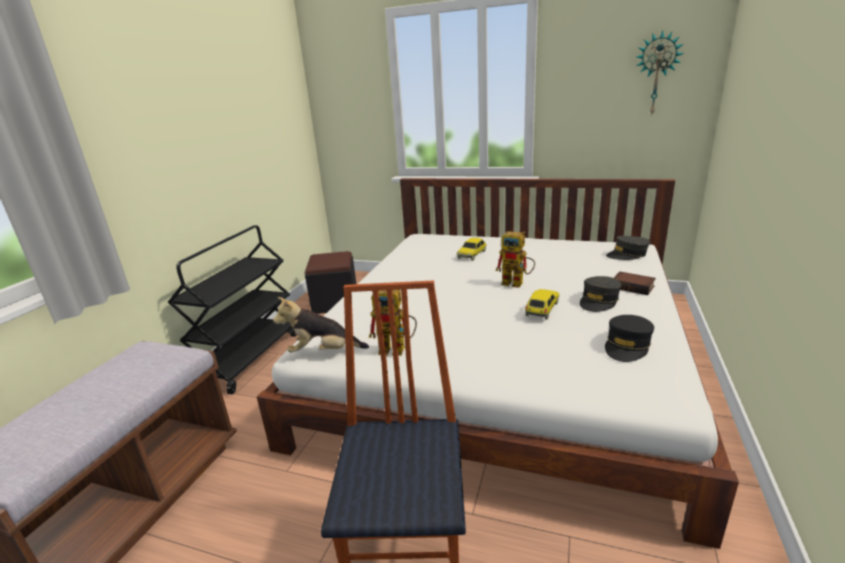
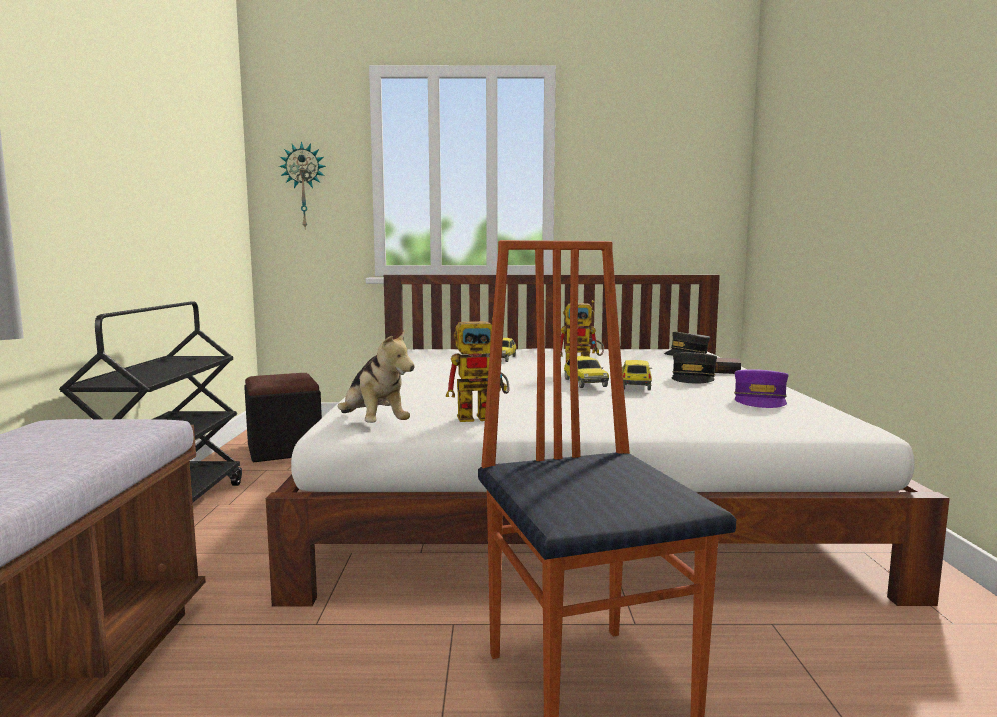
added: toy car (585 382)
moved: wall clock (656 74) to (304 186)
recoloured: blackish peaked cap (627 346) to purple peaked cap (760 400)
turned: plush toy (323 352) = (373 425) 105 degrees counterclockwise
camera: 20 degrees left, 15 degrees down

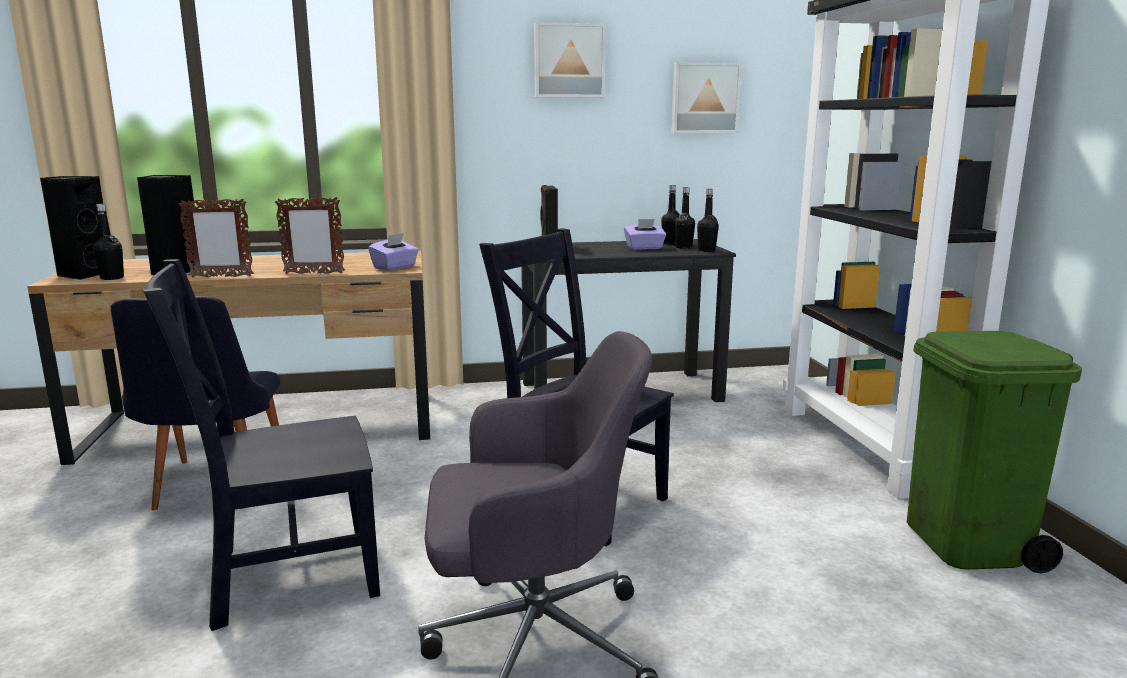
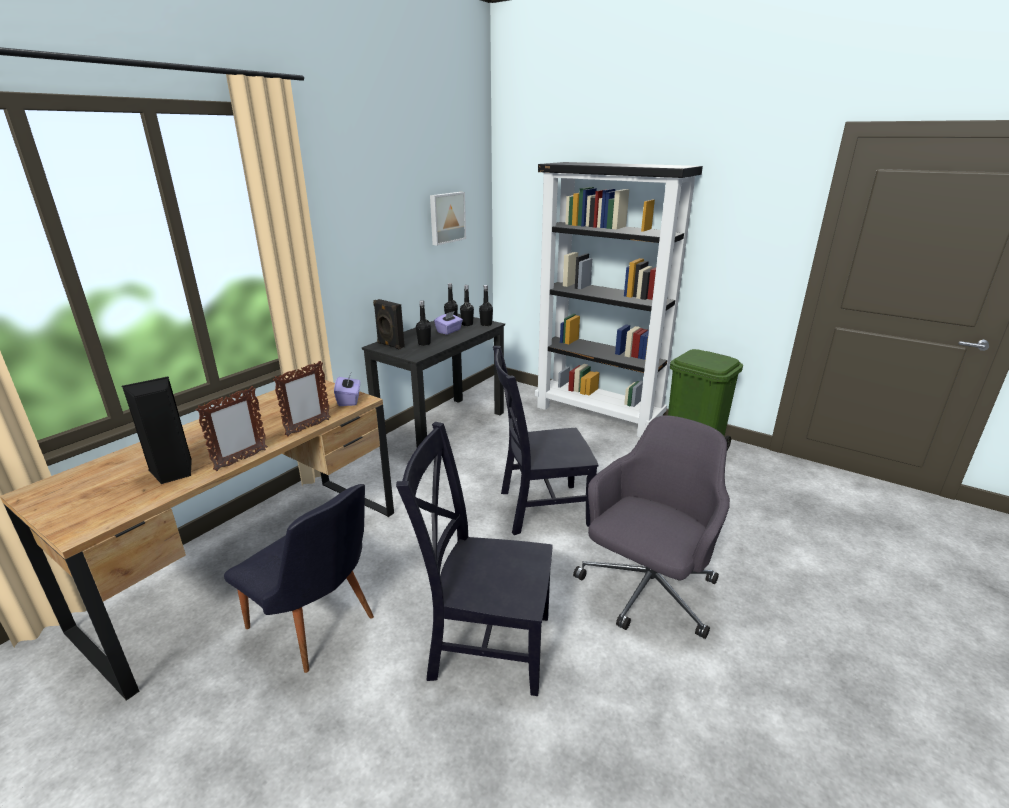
removed: blackish speaker (84 274); wall art (568 61)
moved: blackish bottle (112 278) to (424 343)
turned: blackish plain chair (285 575) = (485 644) 75 degrees clockwise
camera: 45 degrees left, 10 degrees up

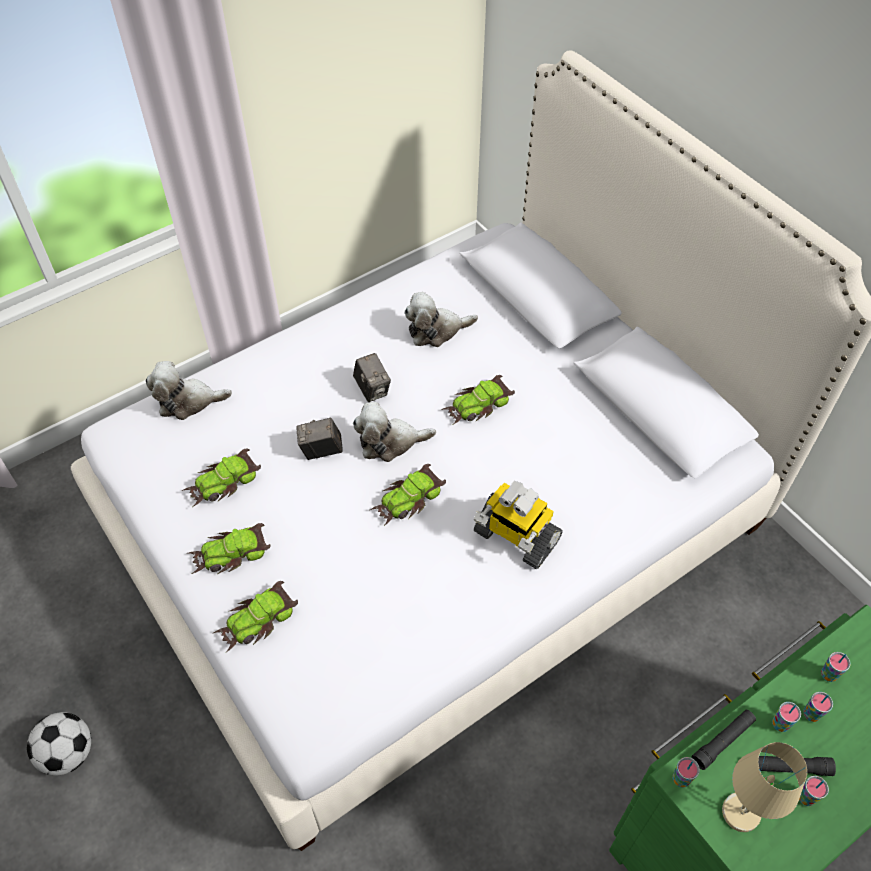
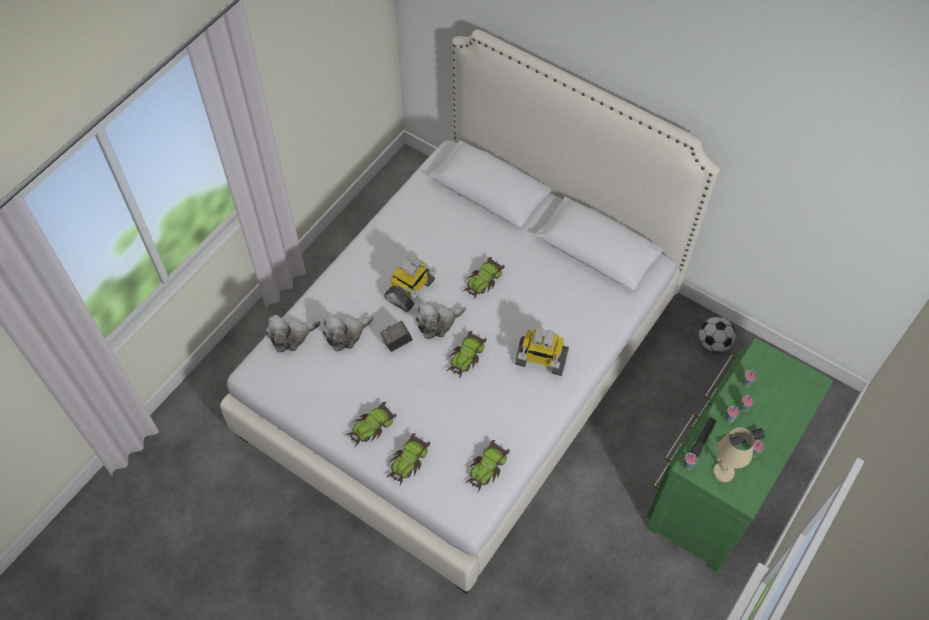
moved: football (68 753) to (713 343); toy car (224 483) to (487 468); plush toy (436 330) to (346 335)
replaced: still camera (372 389) to model robot (410 291)
camera: 20 degrees left, 5 degrees up

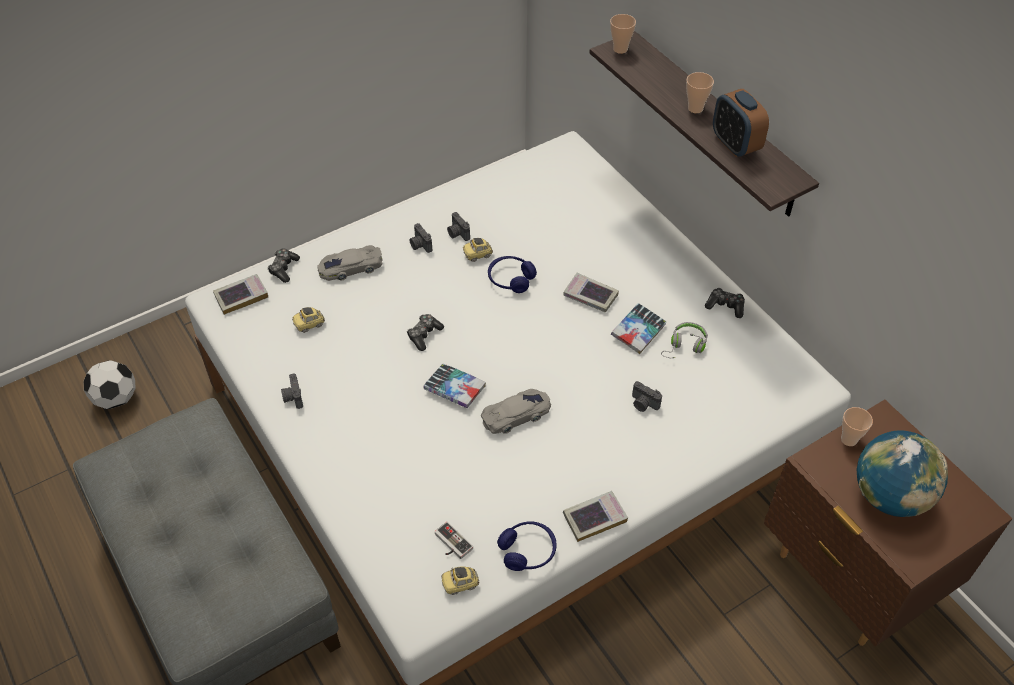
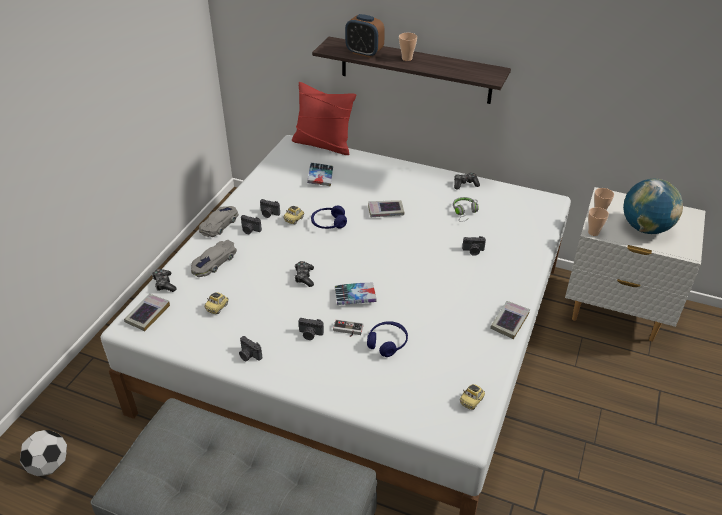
added: reddish throw pillow (323 144); still camera (310 334)
moved: game controller (450 544) to (347 331); grey toy car (516 415) to (220 224); blue-coloured headset (527 551) to (387 343); small cup (620 49) to (593 232); volume (638 332) to (320 177); alarm clock (735 145) to (364 53)
recoloured: brown-coloured bedside table (849 578) to whitish bedside table (615 312)
camera: 35 degrees left, 10 degrees down

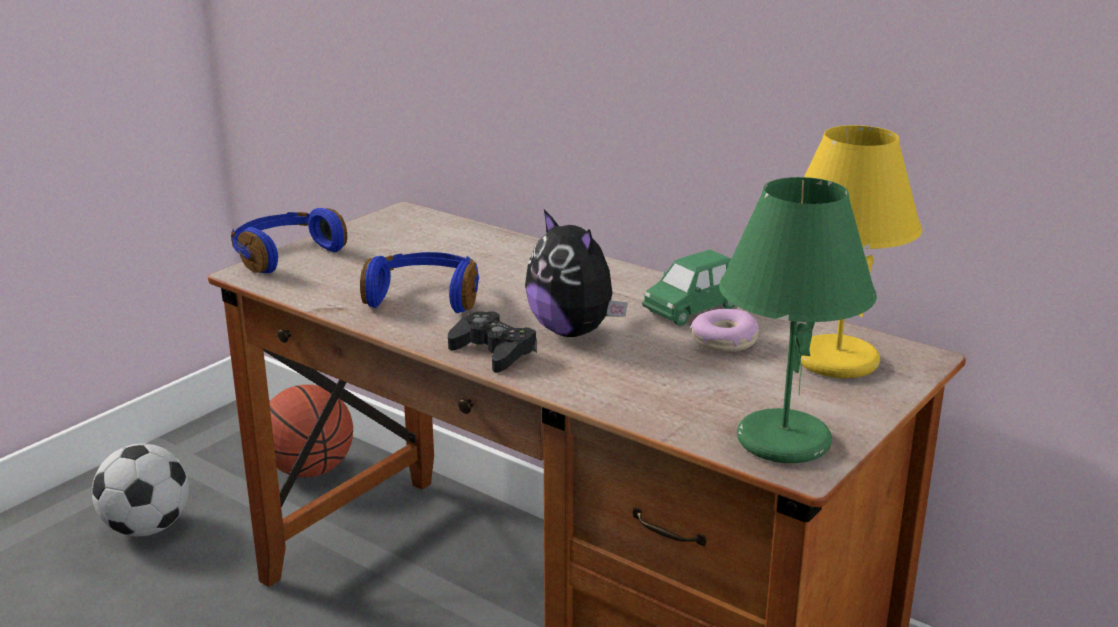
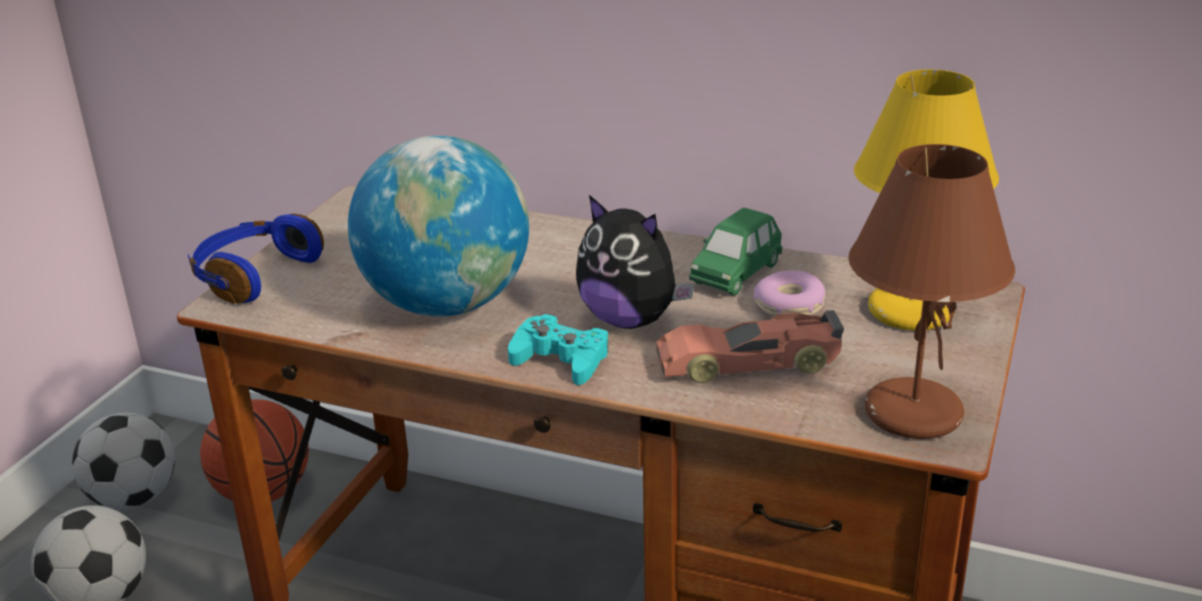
added: football (134 498); toy car (748 363)
replaced: blue-coloured headset (425 297) to world globe (447 304)
recoloured: blackish game controller (493 351) to turquoise game controller (561 359); green table lamp (781 440) to brown-coloured table lamp (911 413)
camera: 15 degrees left, 5 degrees up

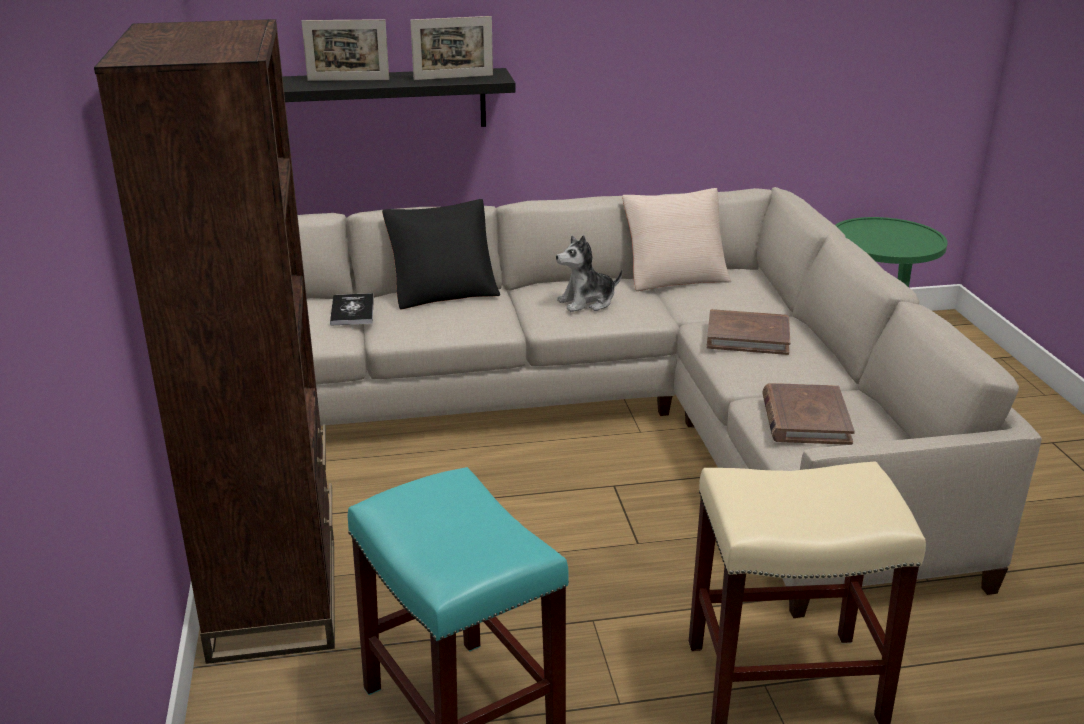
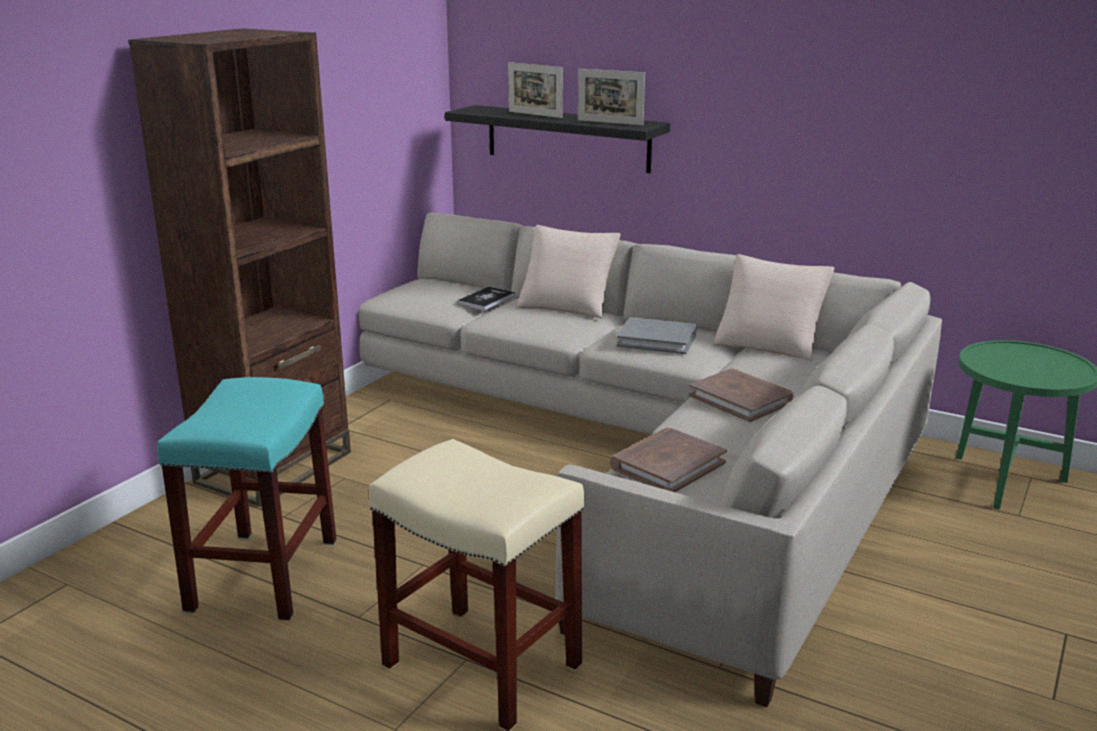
replaced: plush toy (587 302) to grey volume (657 340)
recoloured: blackish throw pillow (443 291) to beige-coloured throw pillow (568 305)
camera: 40 degrees right, 5 degrees down

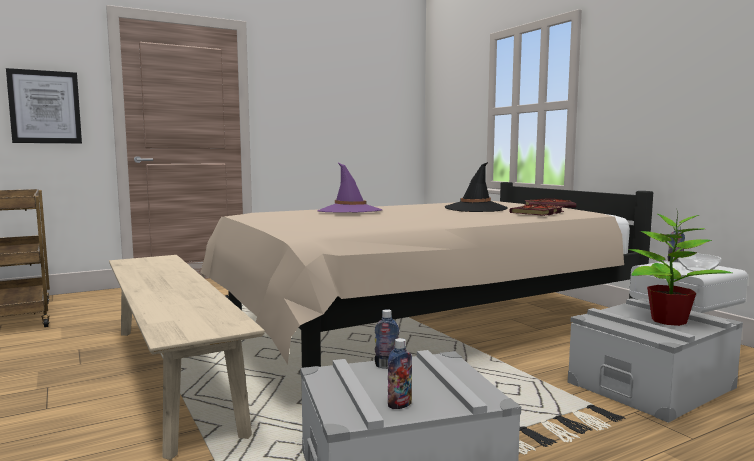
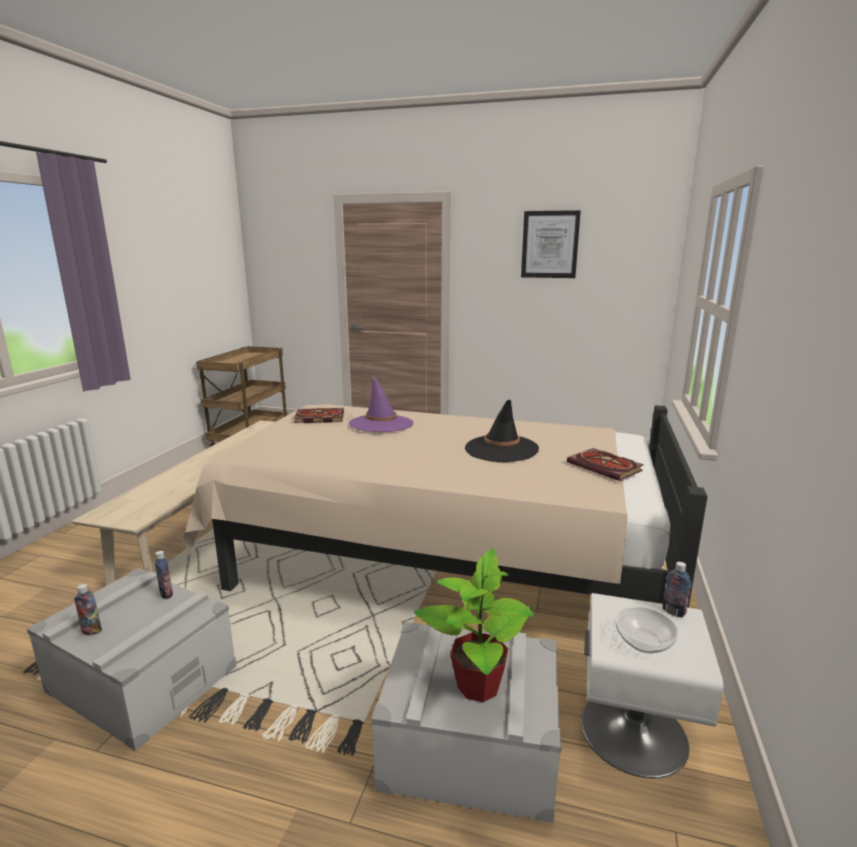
moved: wall art (45 107) to (550 244); volume (537 213) to (318 418)
camera: 45 degrees right, 10 degrees up

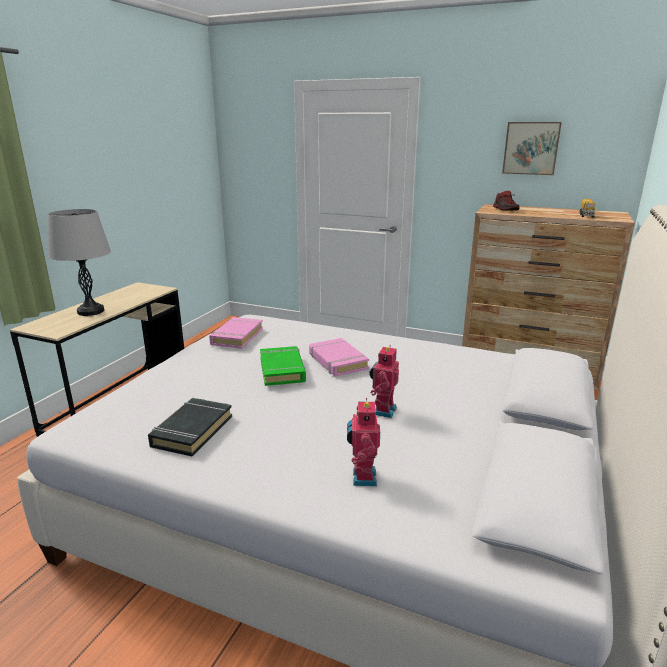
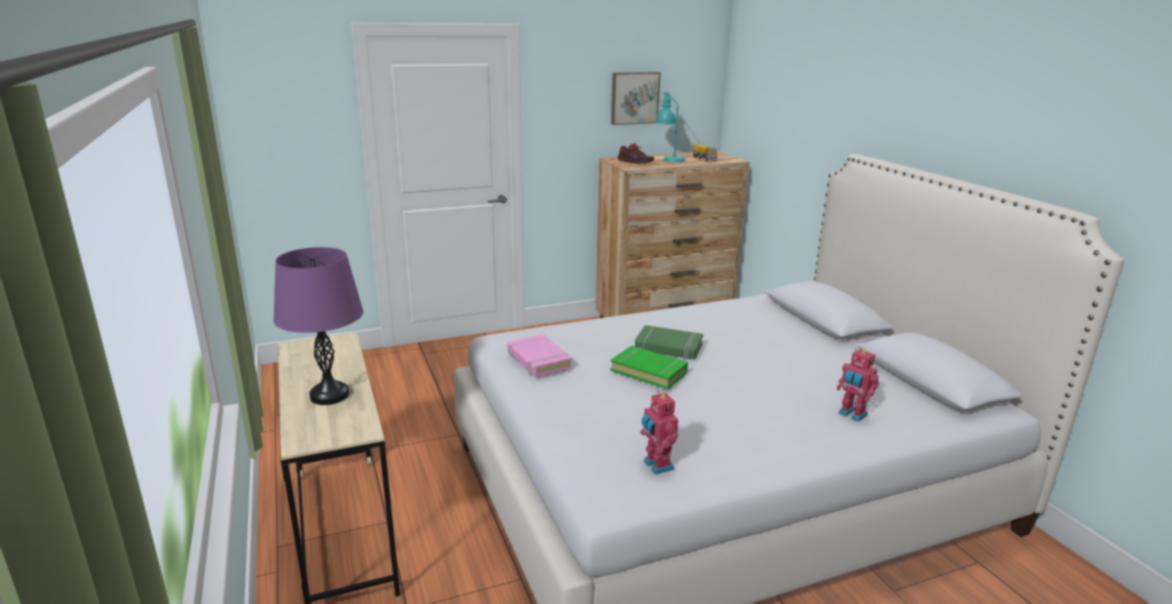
removed: blackish volume (192 431)
added: turquoise table lamp (668 158)
moved: model robot (383 410) to (656 466)
recoloured: grey table lamp (91 311) to purple table lamp (329 395); pink-coloured volume (337 361) to green volume (668 347)
camera: 45 degrees left, 0 degrees up

